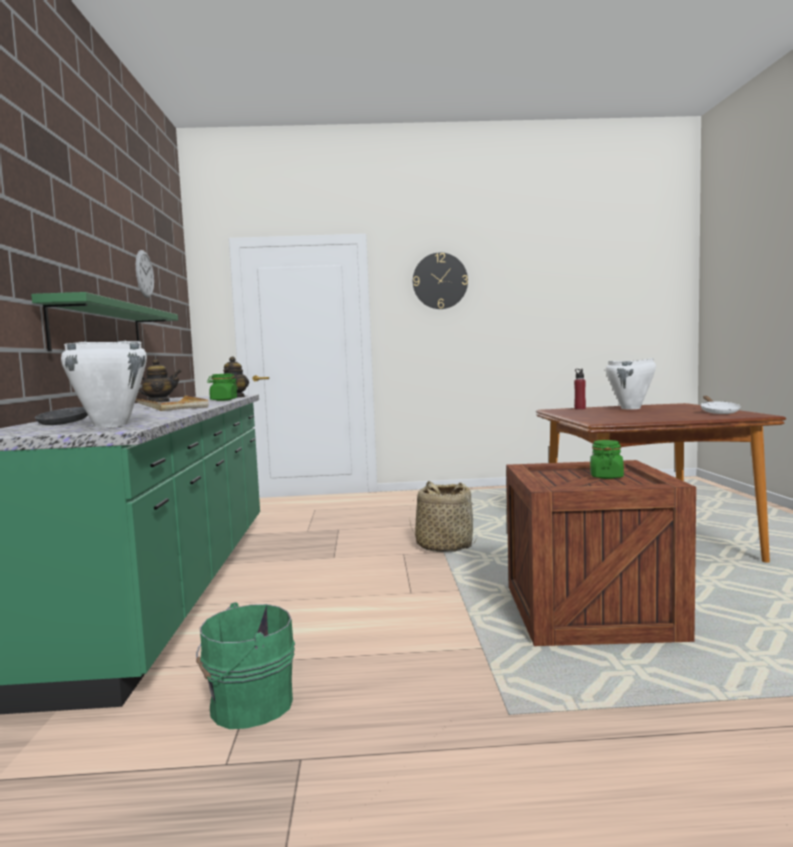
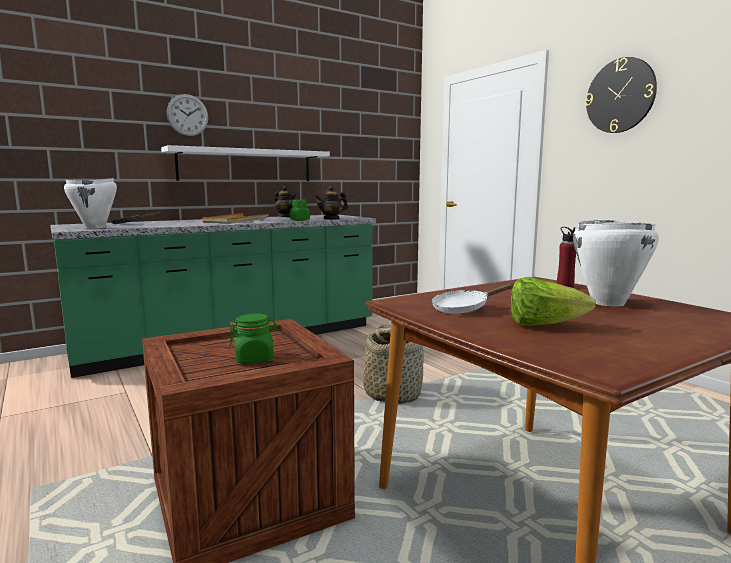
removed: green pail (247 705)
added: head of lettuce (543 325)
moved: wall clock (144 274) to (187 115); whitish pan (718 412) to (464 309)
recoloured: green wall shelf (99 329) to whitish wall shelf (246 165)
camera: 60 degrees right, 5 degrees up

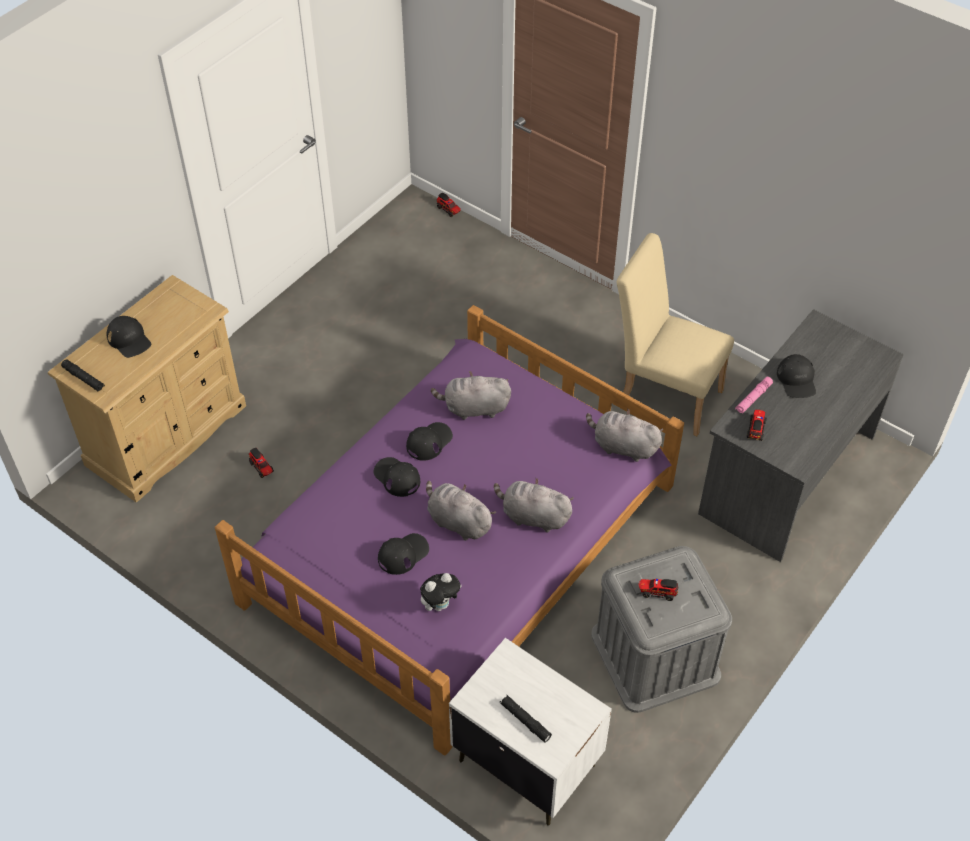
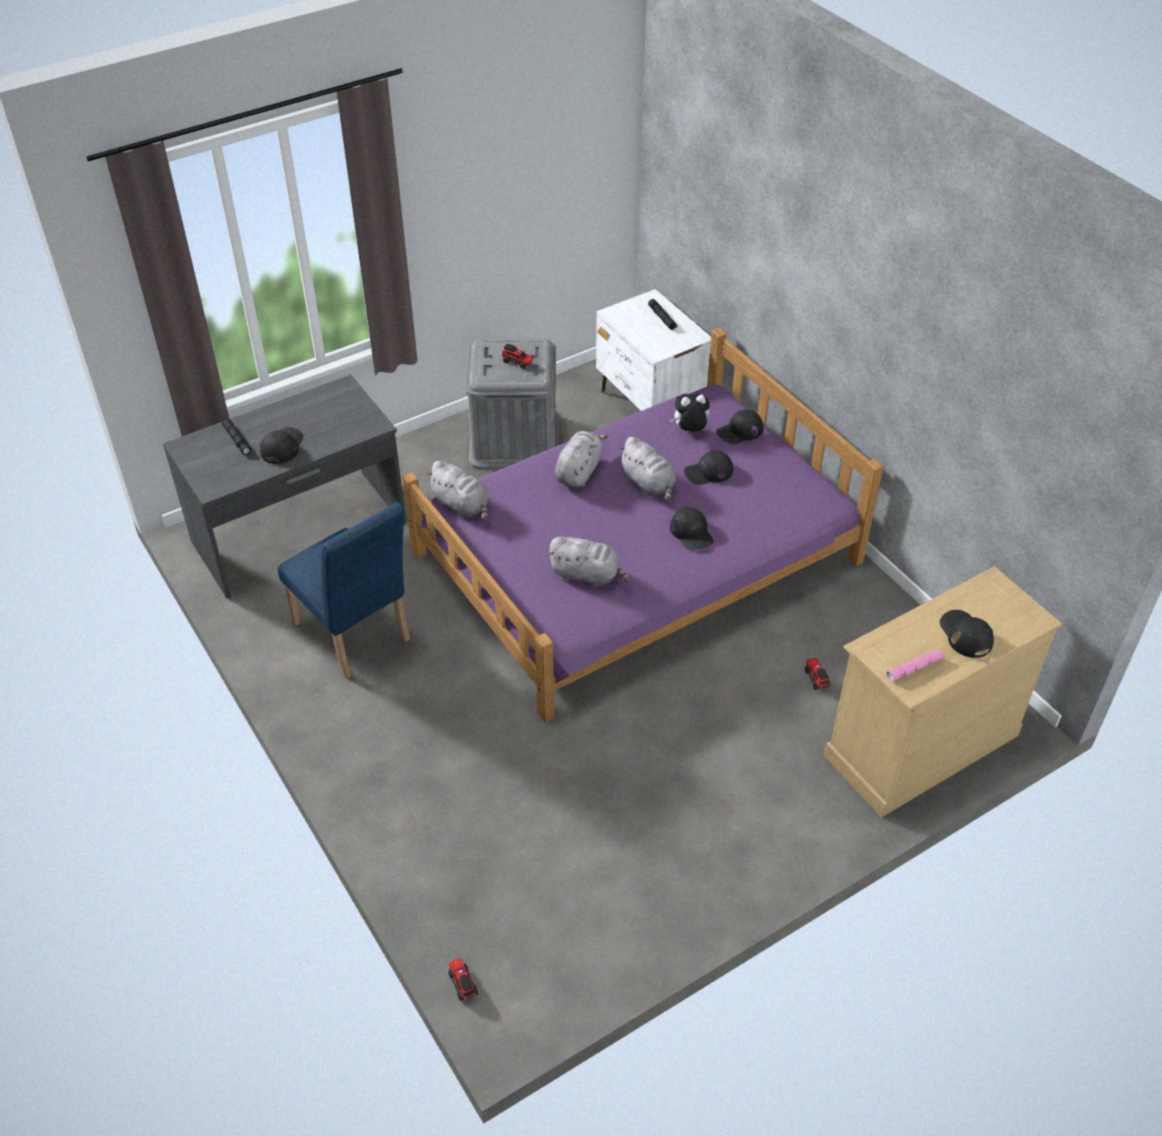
removed: toy lorry (756 429)
moved: blackish hand torch (84 378) to (237 440); blackish peaked cap (429 442) to (739 431); pink-coloured hand torch (753 398) to (914 668)
recoloured: beige-coloured plain chair (663 393) to blue-coloured plain chair (356 637)
turned: grey plush toy (533 516) = (579 471) 105 degrees counterclockwise
camera: 160 degrees left, 5 degrees down

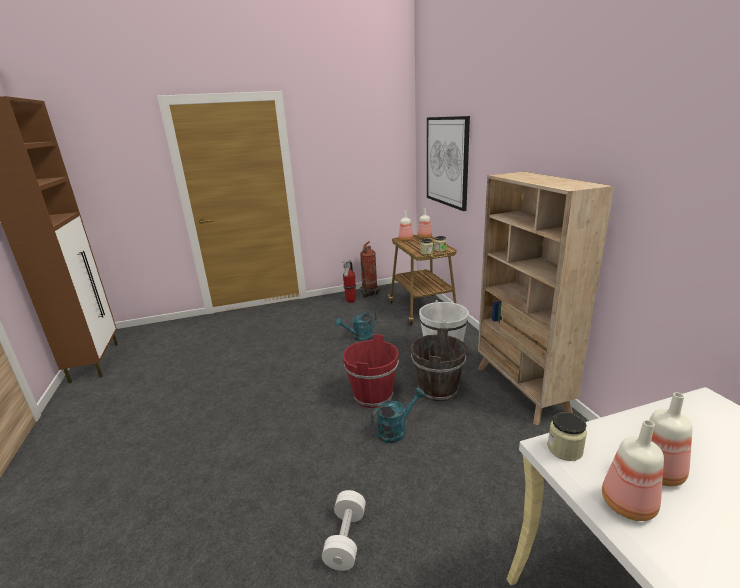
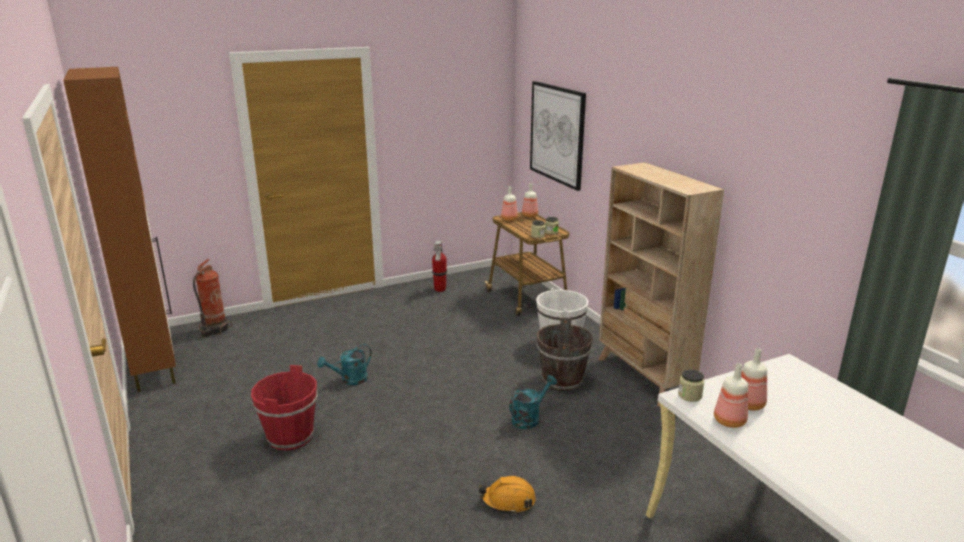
moved: turquoise sprinkling can (359 338) to (350 380); reddish pail (372 396) to (290 436); extinguisher (369 293) to (214 330)
replaced: whitish hand weight (346 539) to orangey work helmet (508 501)
camera: 10 degrees left, 0 degrees up

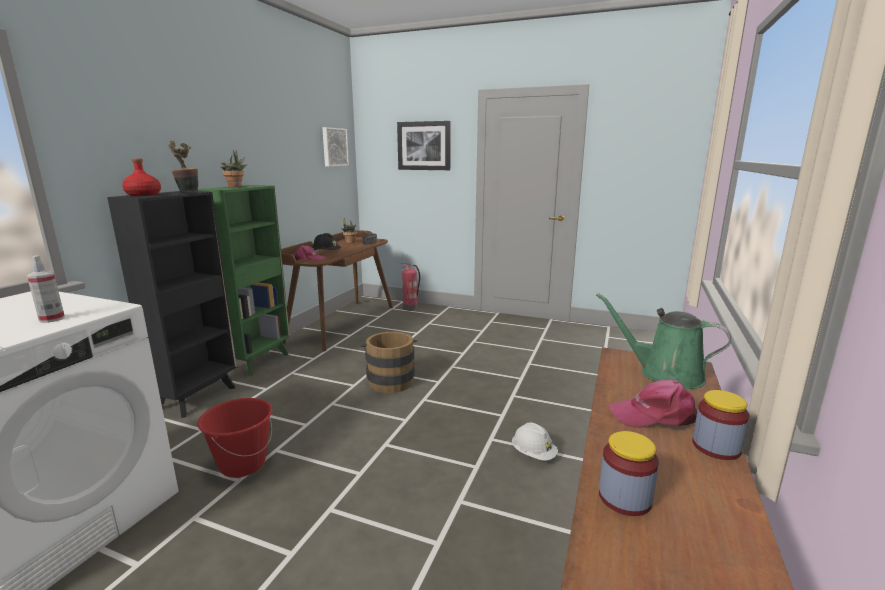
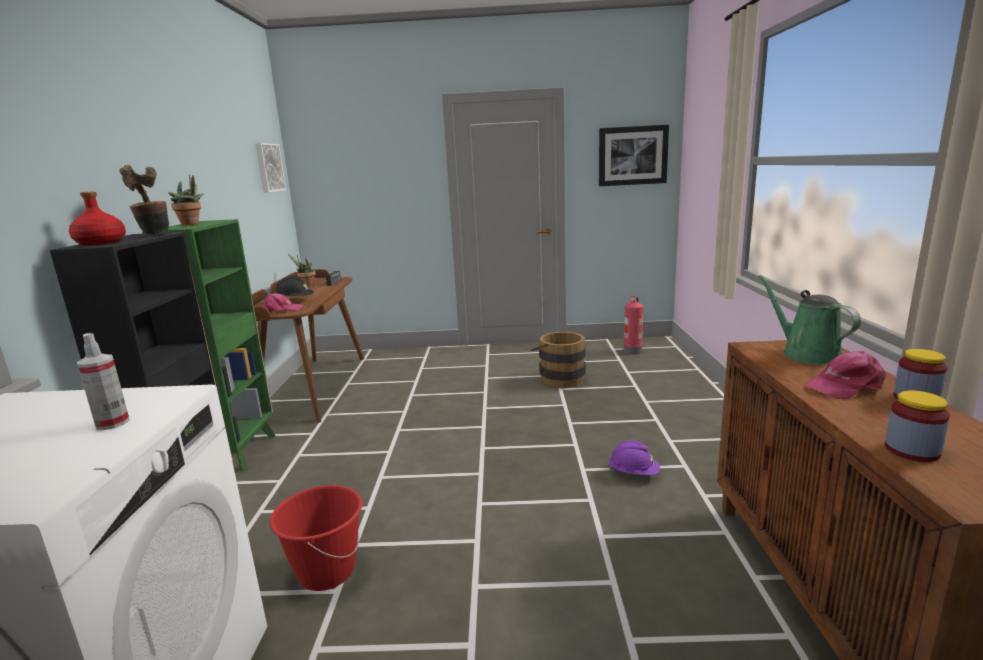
moved: brown-coloured pail (390 380) to (559 378); wall art (424 146) to (632 156); extinguisher (410 307) to (632 350)
recoloured: whitish work helmet (533 454) to purple work helmet (634 473)
turned: green sprinkling can (664 374) = (806 354) 60 degrees clockwise
camera: 20 degrees left, 0 degrees up

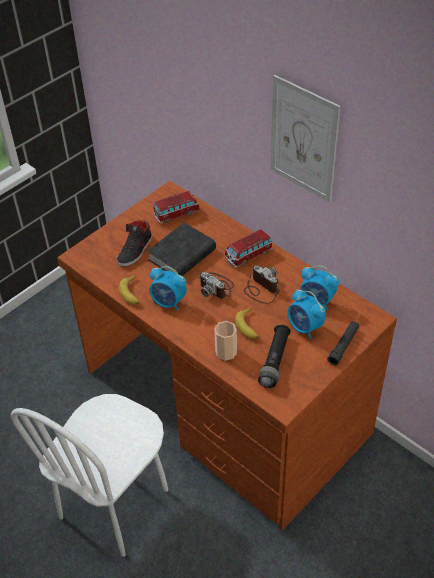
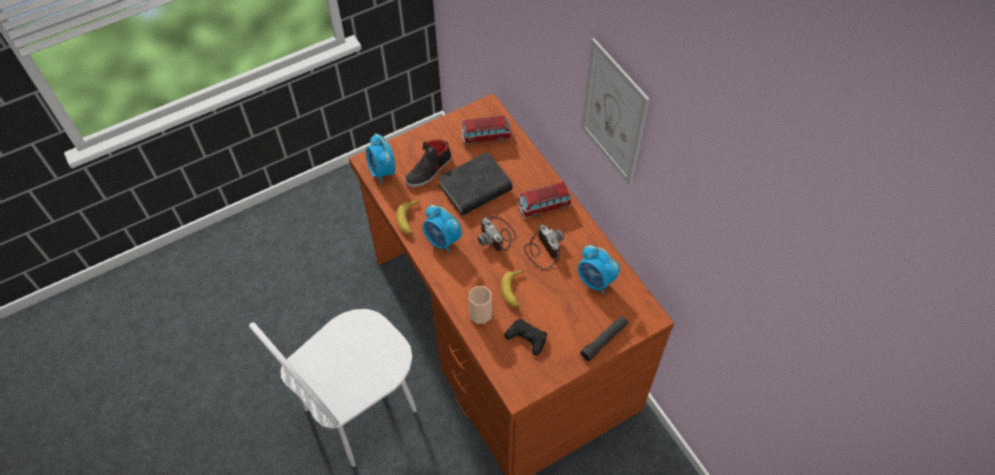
moved: alarm clock (304 327) to (382 171)
replaced: blackish hand torch (274 361) to blackish game controller (526 338)
camera: 15 degrees right, 10 degrees up

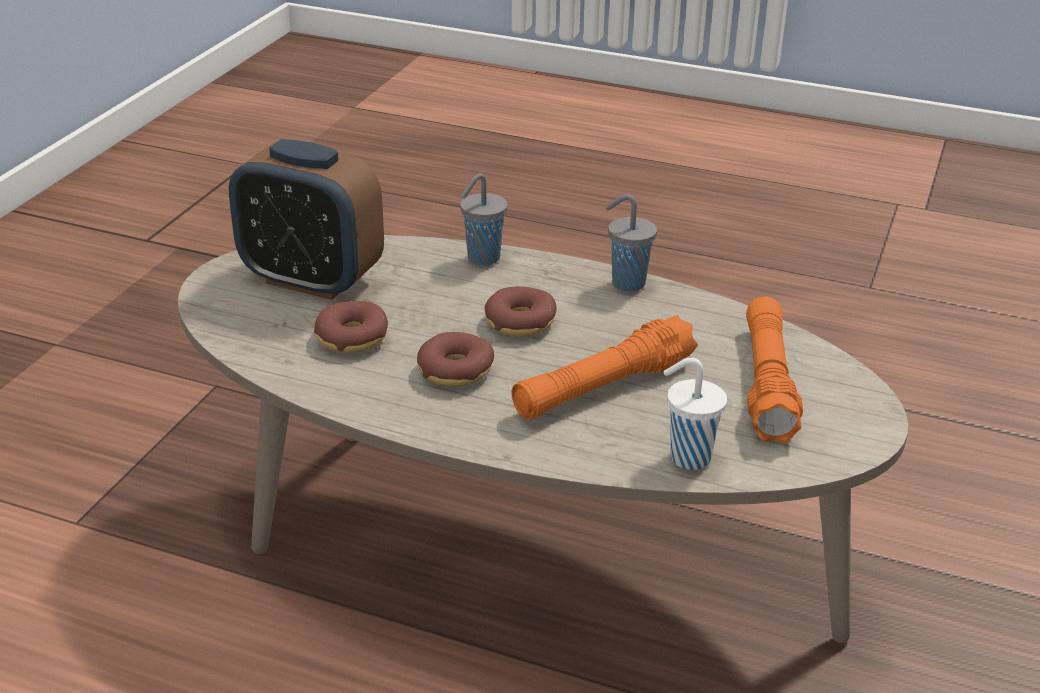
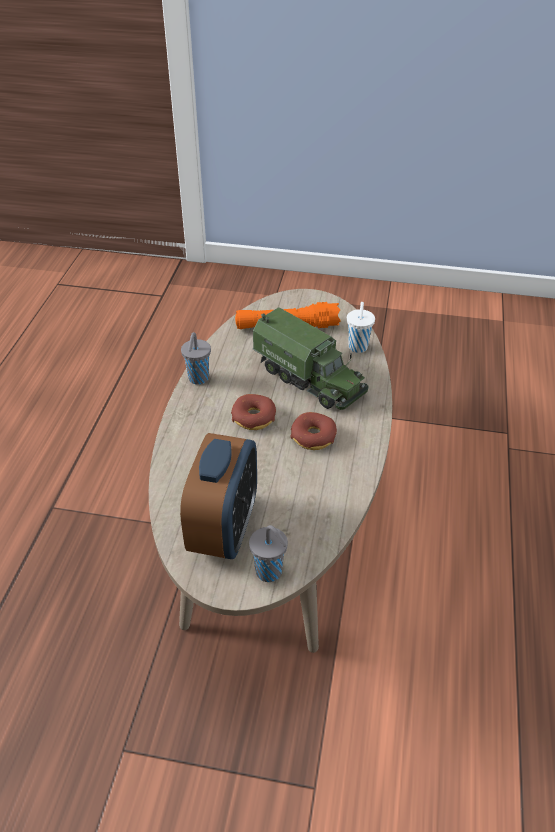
removed: doughnut (352 338)
moved: grey small cup (481 259) to (270 573)
replaced: orangey hand torch (603 387) to toy lorry (309 379)
camera: 100 degrees left, 10 degrees up

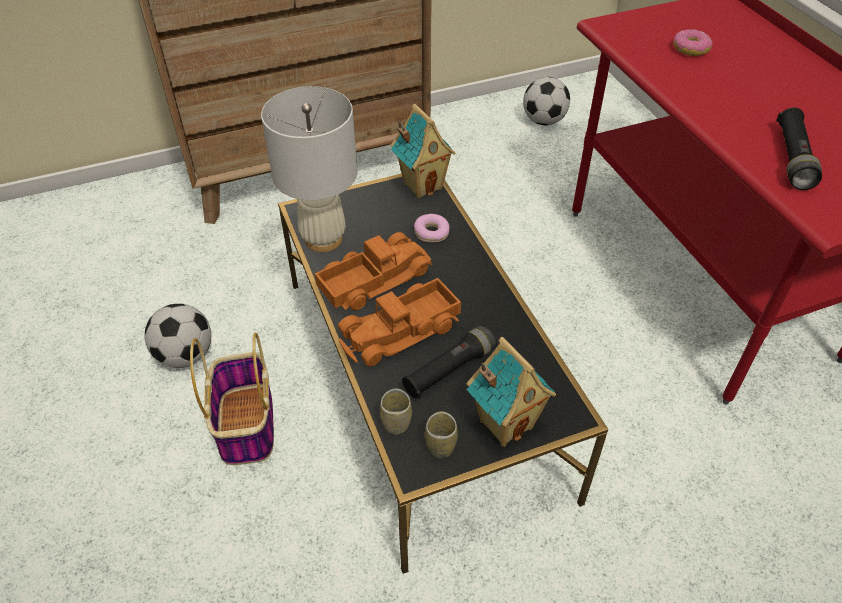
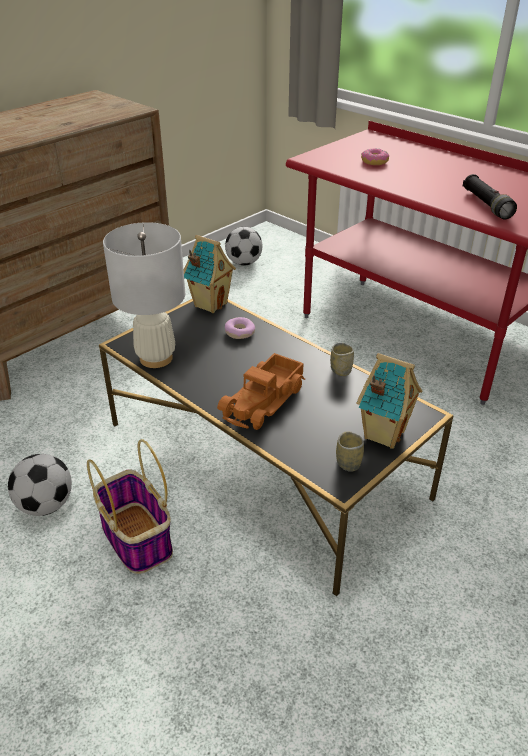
removed: toy lorry (373 279); blackish hand torch (449 370)
moved: small cup (396 423) to (341 370)
camera: 25 degrees left, 10 degrees down

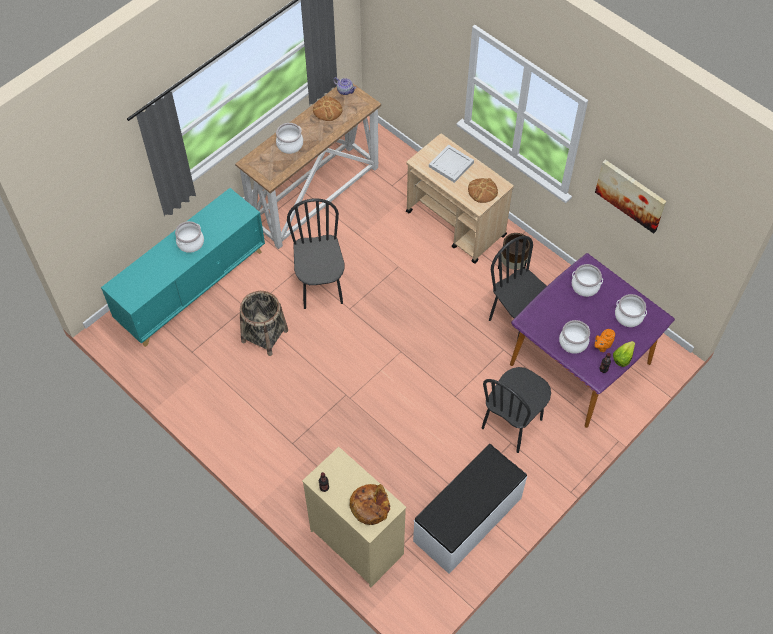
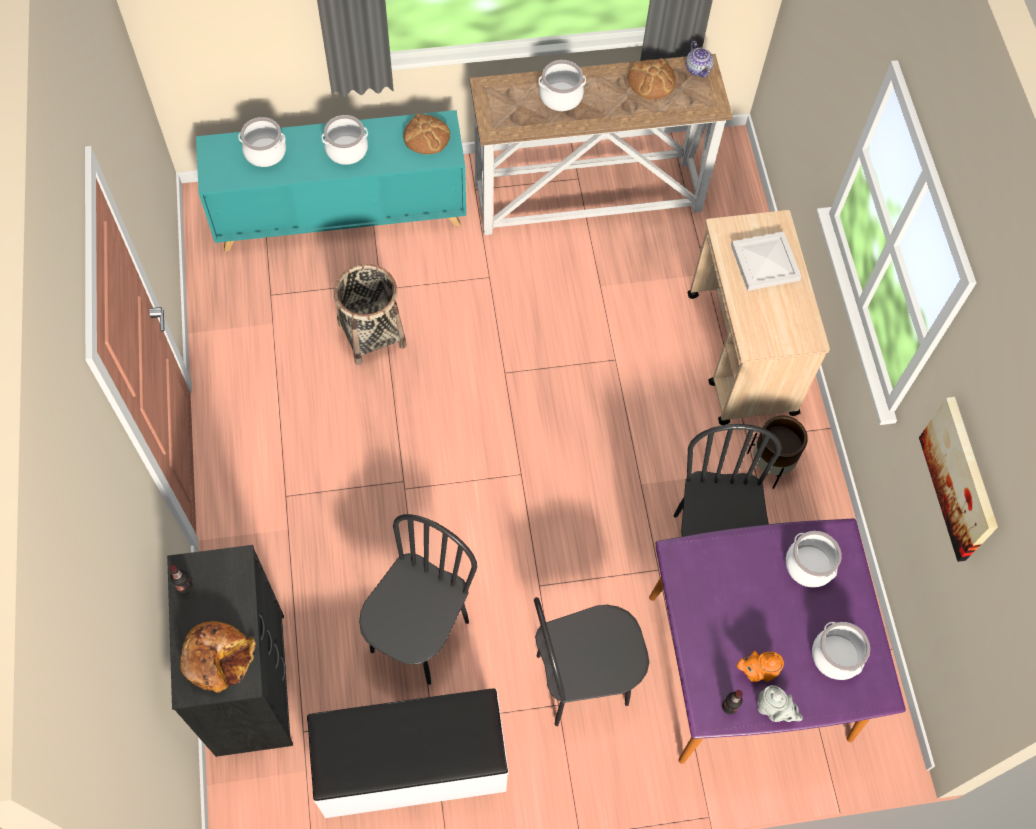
moved: blackish plain chair (320 288) to (419 636); bakery bread (482 191) to (426 136); stockpot (573 342) to (265 152)
replaced: head of lettuce (622 357) to grey teapot (773 710)
recoloured: beige-coloured dresser (357 542) to blackish dresser (251 684)
camera: 35 degrees right, 5 degrees up

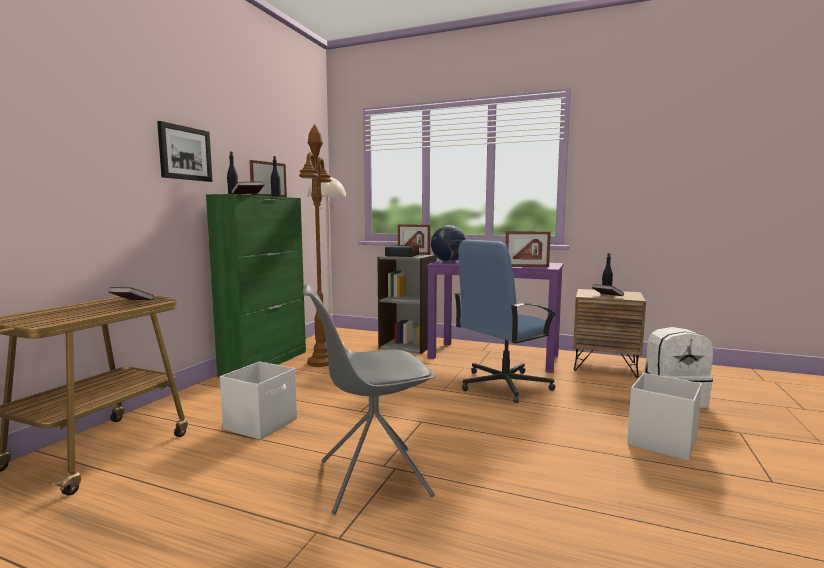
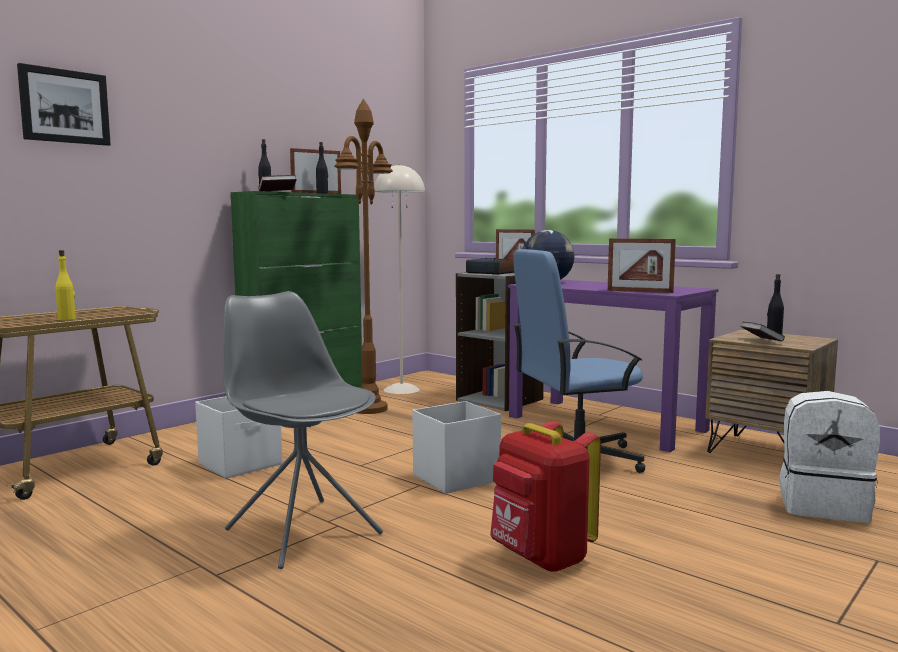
removed: volume (132 302)
added: yellowish bottle (67 319); reddish knapsack (540 558)
moved: wall art (185 153) to (64 106); whitish storage bin (661 442) to (454 478)
turned: grey plain chair (371 478) = (302 530) 45 degrees clockwise
camera: 20 degrees right, 0 degrees up

